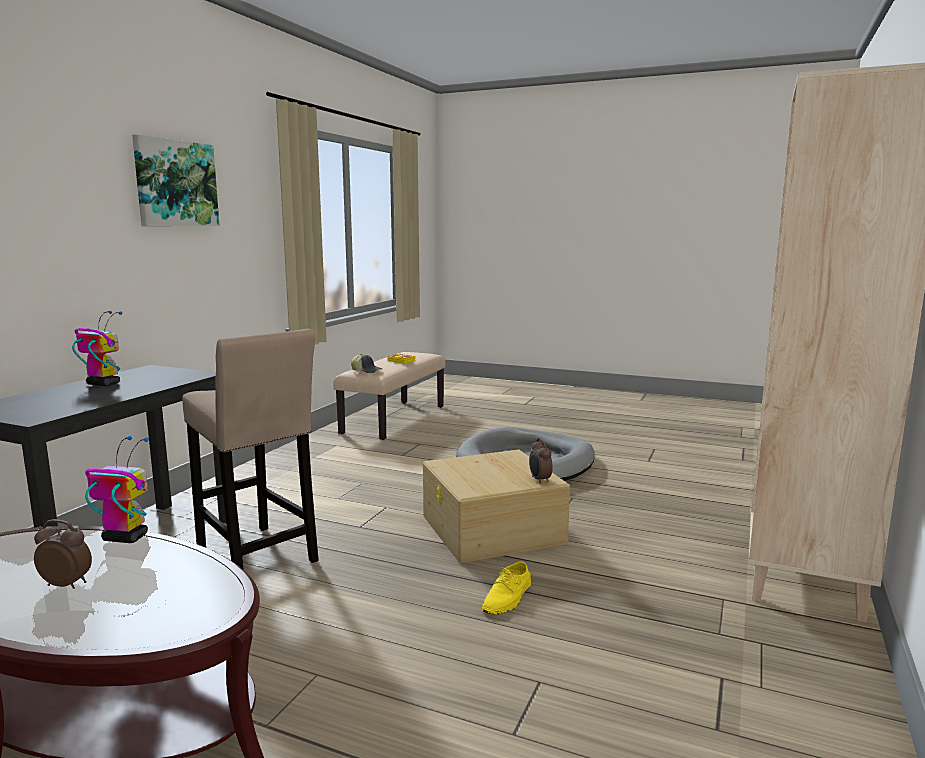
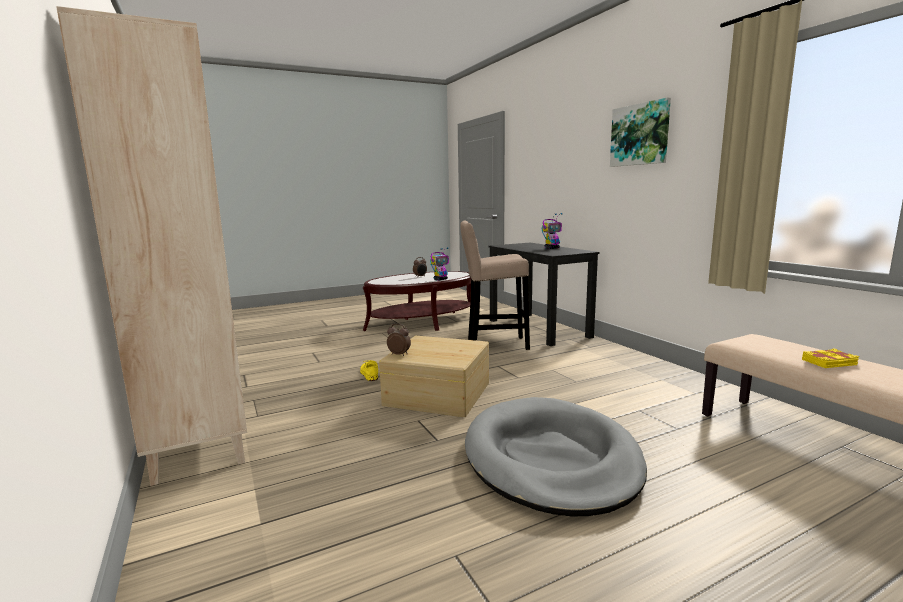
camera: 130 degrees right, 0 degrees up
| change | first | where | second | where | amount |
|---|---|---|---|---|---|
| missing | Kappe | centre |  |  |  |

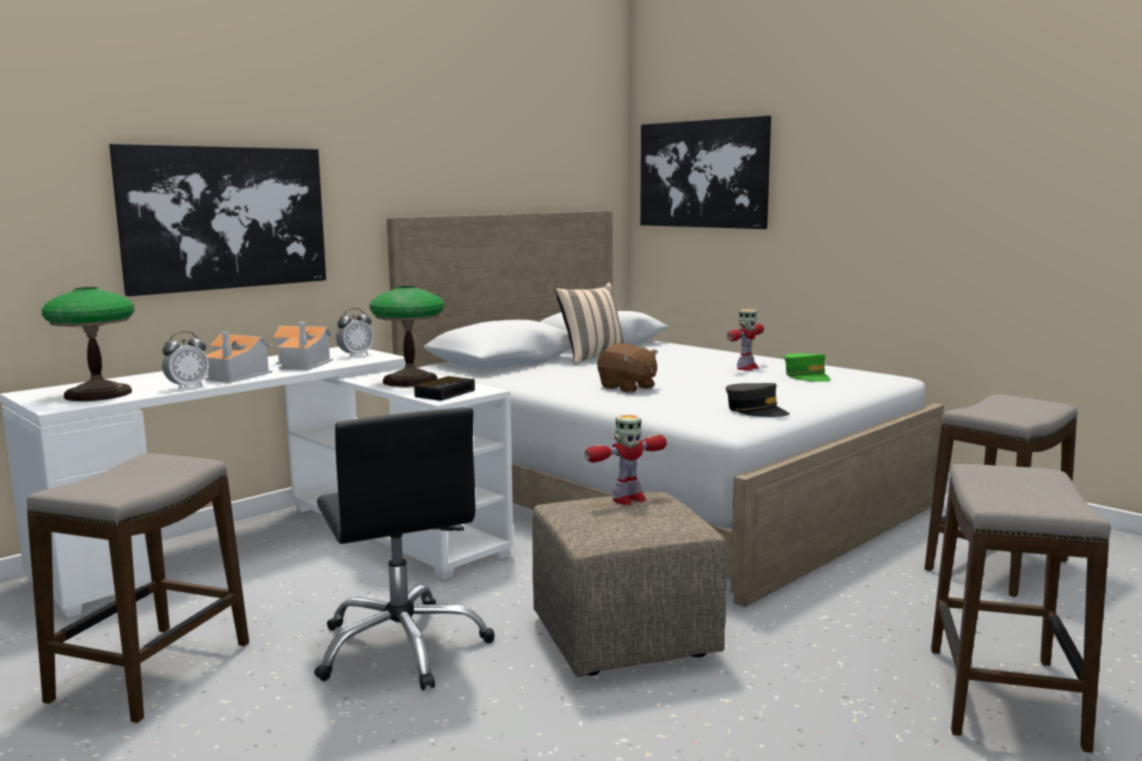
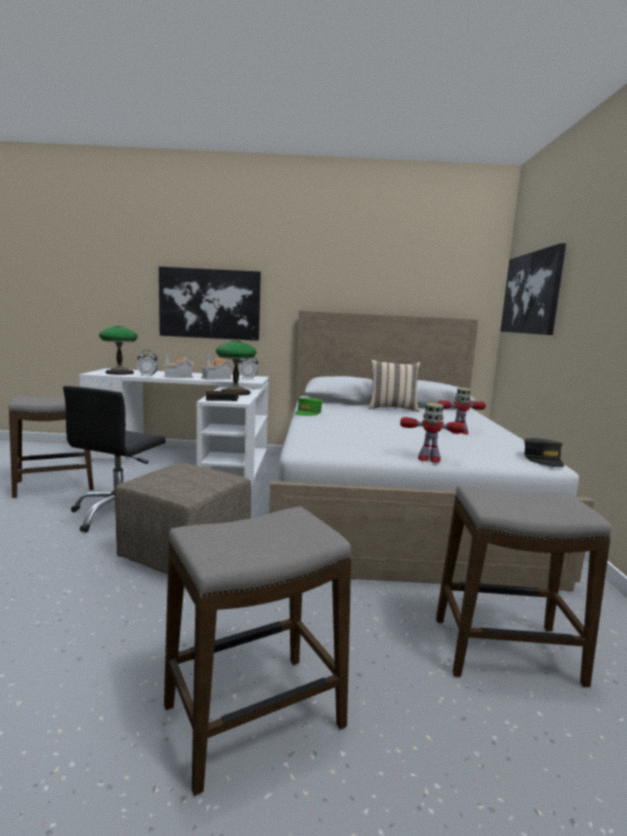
camera: 45 degrees right, 0 degrees up
| change | first | where | second | where | amount |
|---|---|---|---|---|---|
| relocated | Kappe (grün) | middle right |  | centre |  |
| relocated | Spielzeugroboter (no. 1 from left) | centre |  | middle right |  |
| relocated | Kappe (grau) | centre |  | middle right |  |
| missing | Plüschtier (braun) | centre |  |  |  |

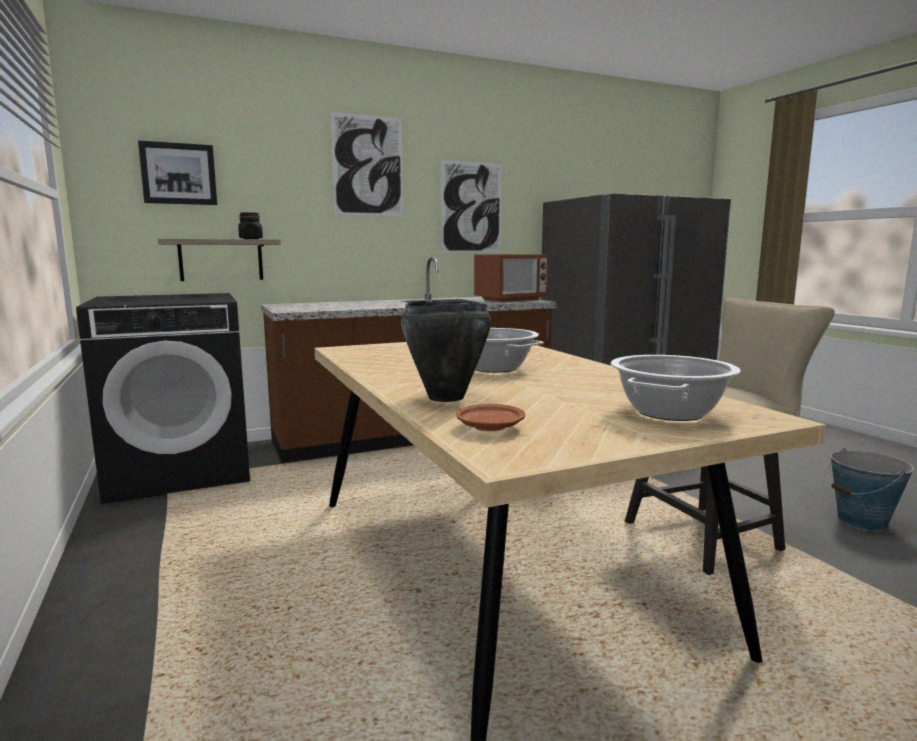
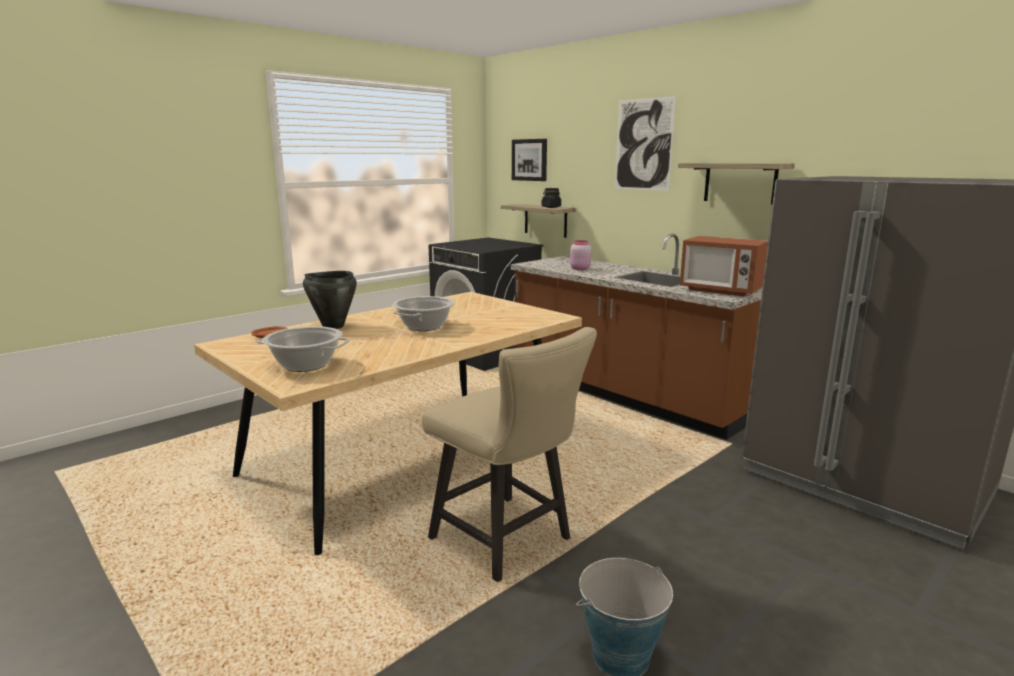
camera: 70 degrees right, 5 degrees up
| change | first | where | second | where | amount |
|---|---|---|---|---|---|
| appeared |  |  | Vorratsglas (rosa) | centre |  |
| exchanged | Bild (no. 3 from left) | top centre | Wandregal (no. 2 from left) | top right |  |

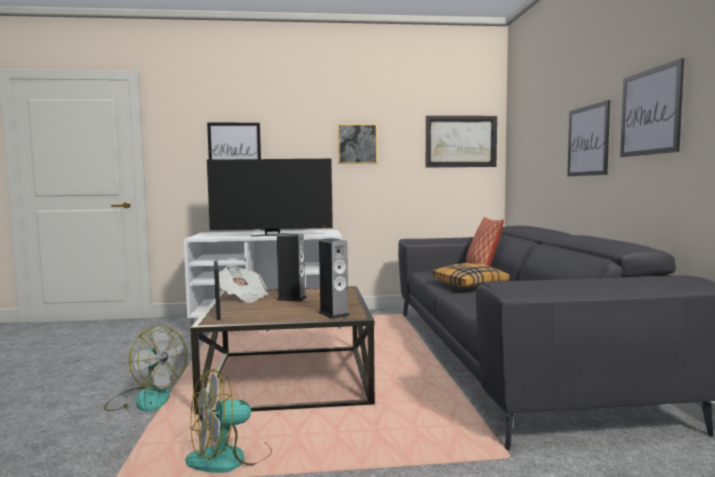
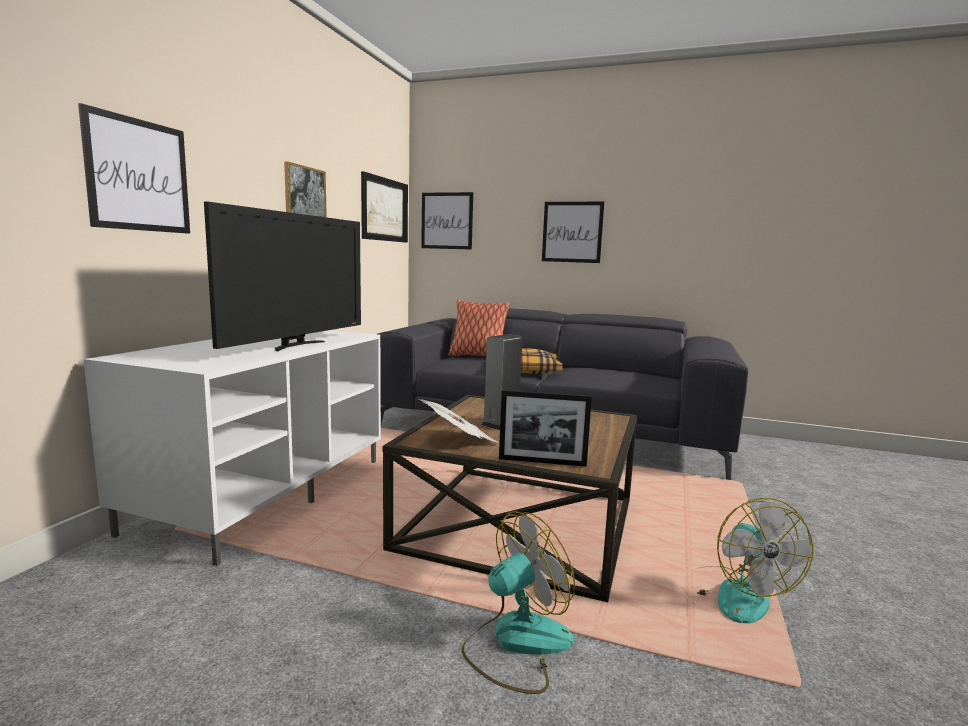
camera: 65 degrees left, 5 degrees up
| change | first | where | second | where | amount |
|---|---|---|---|---|---|
| relocated | Bild (no. 5 from left in the first image) | top right | Bild (no. 4 from left) | top centre |  |
| missing | Lautsprecher (no. 2 from left) | centre |  |  |  |

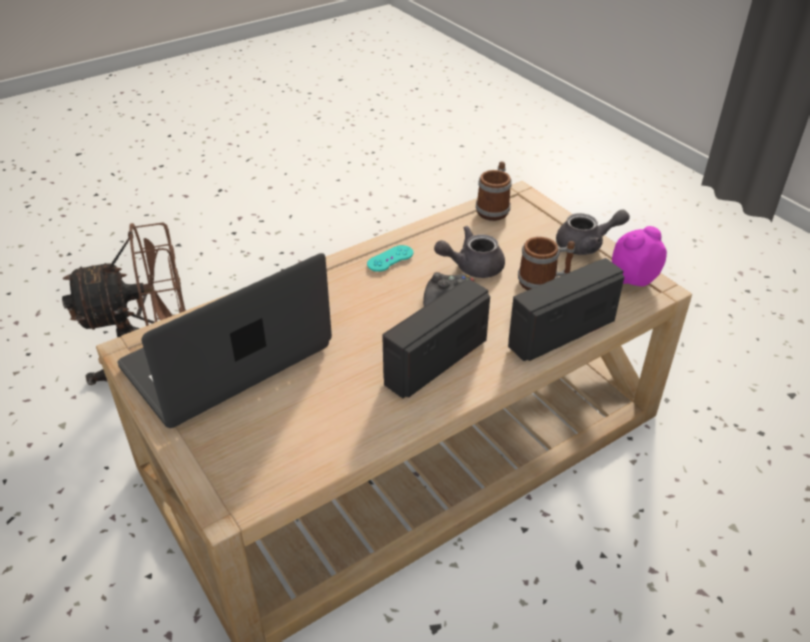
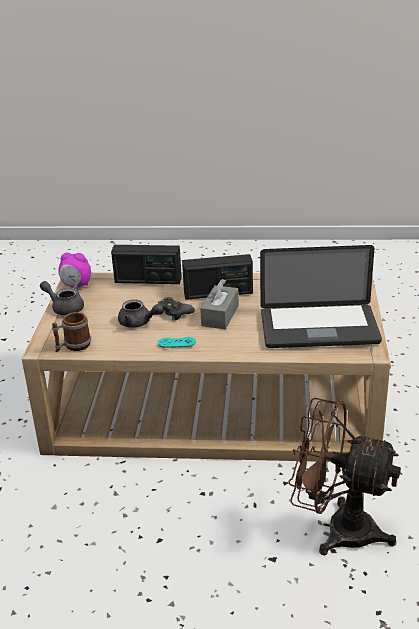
camera: 140 degrees left, 10 degrees down
| change | first | where | second | where | amount |
|---|---|---|---|---|---|
| appeared |  |  | Taschentuchbox (grau) | centre |  |
| missing | Henkelbecher (no. 2 from left) | middle right |  |  |  |

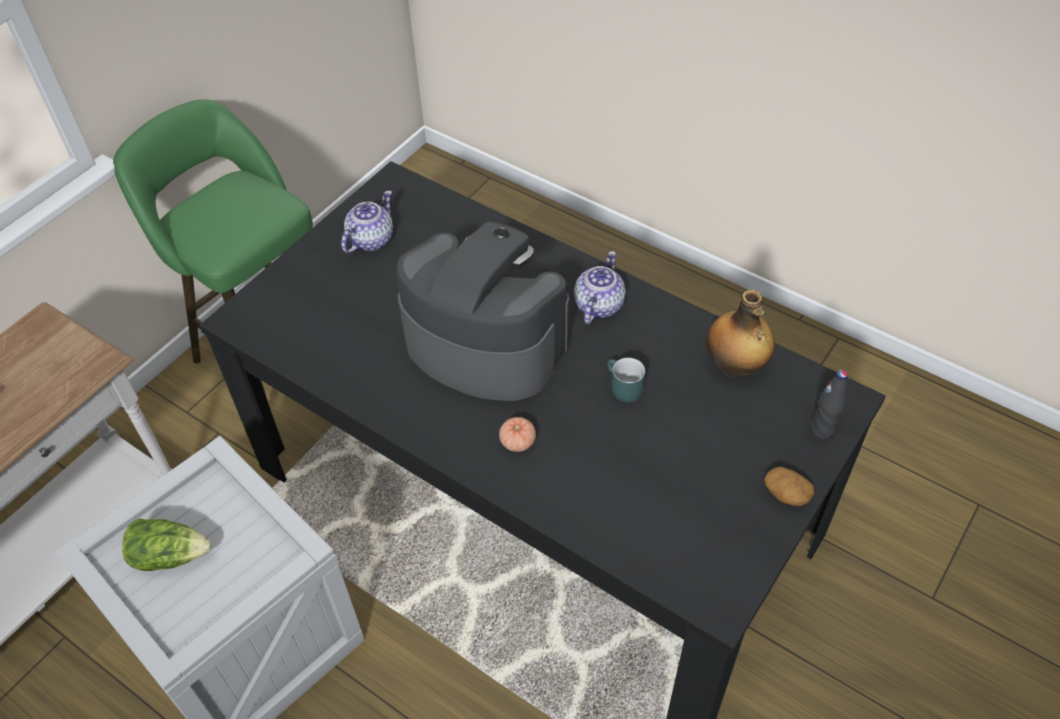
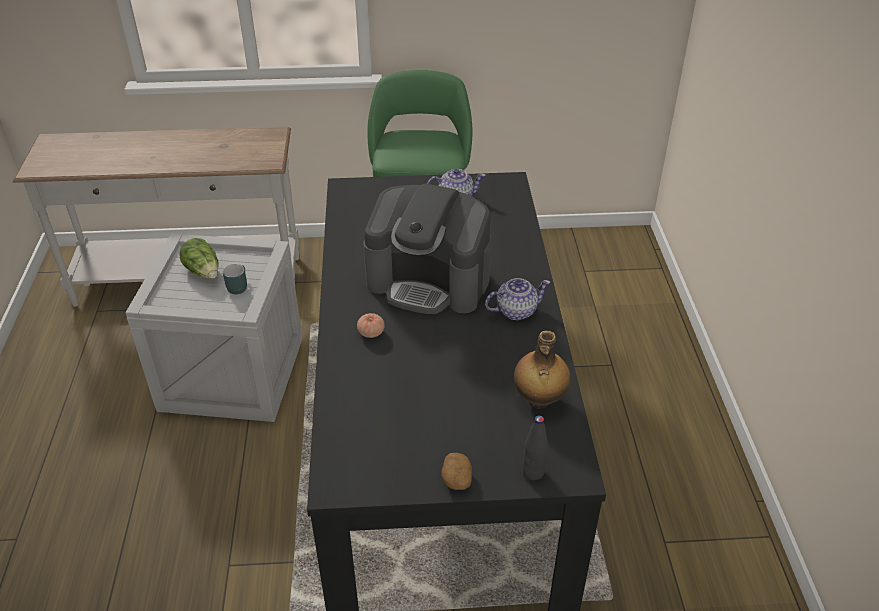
camera: 50 degrees right, 10 degrees down
| change | first | where | second | where | amount |
|---|---|---|---|---|---|
| relocated | Henkelbecher (türkis) | centre |  | middle left |  |
| spun | Kaffeemaschine | centre |  | centre | 120 degrees clockwise |

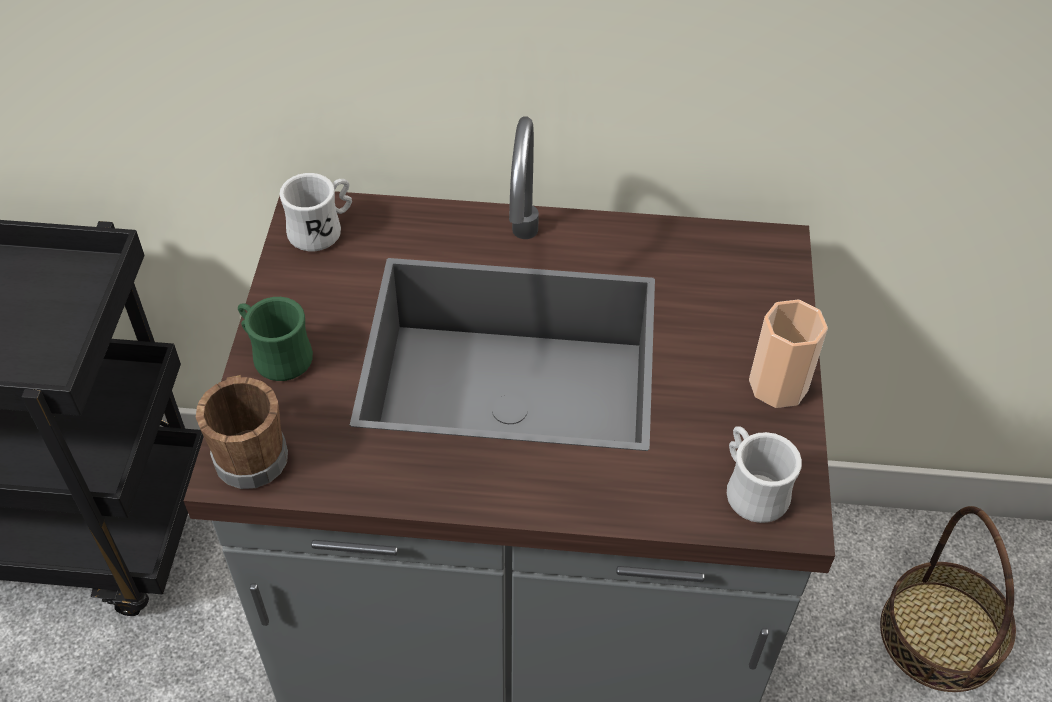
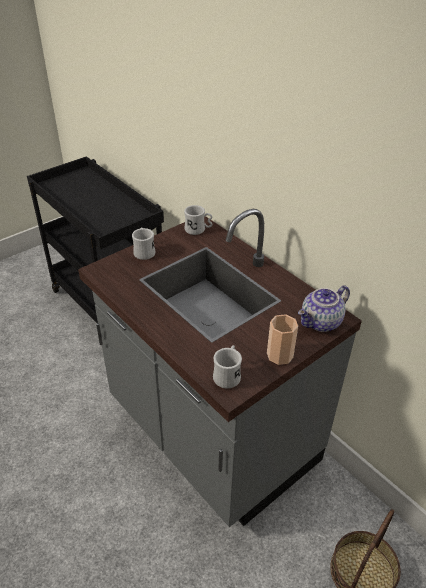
camera: 45 degrees right, 10 degrees down
| change | first | where | second | where | amount |
|---|---|---|---|---|---|
| colour | Henkelbecher (grün) | middle left | Henkelbecher (weiß) (no. 1 from left) | centre |  |
| appeared |  |  | Teekanne | middle right |  |
| missing | Henkelbecher (braun) | middle left |  |  |  |

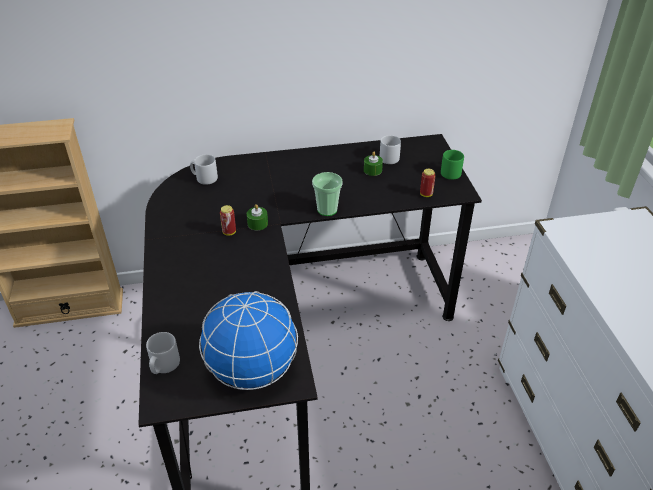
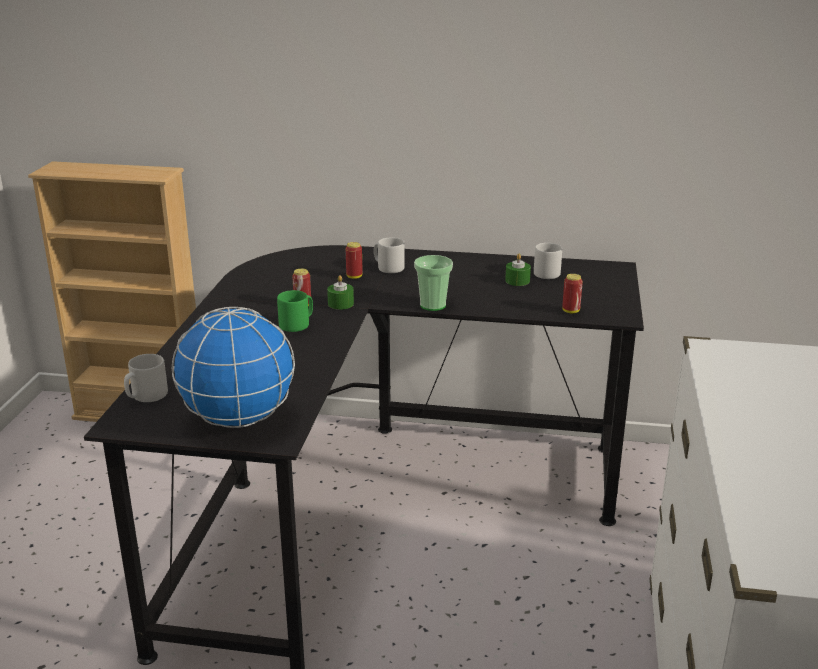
camera: 20 degrees right, 15 degrees down
| change | first | where | second | where | amount |
|---|---|---|---|---|---|
| relocated | Henkelbecher (grün) | middle right |  | centre |  |
| appeared |  |  | Dose (no. 2 from left) | centre |  |
| relocated | Henkelbecher (grau) (no. 2 from left) | middle left |  | centre |  |

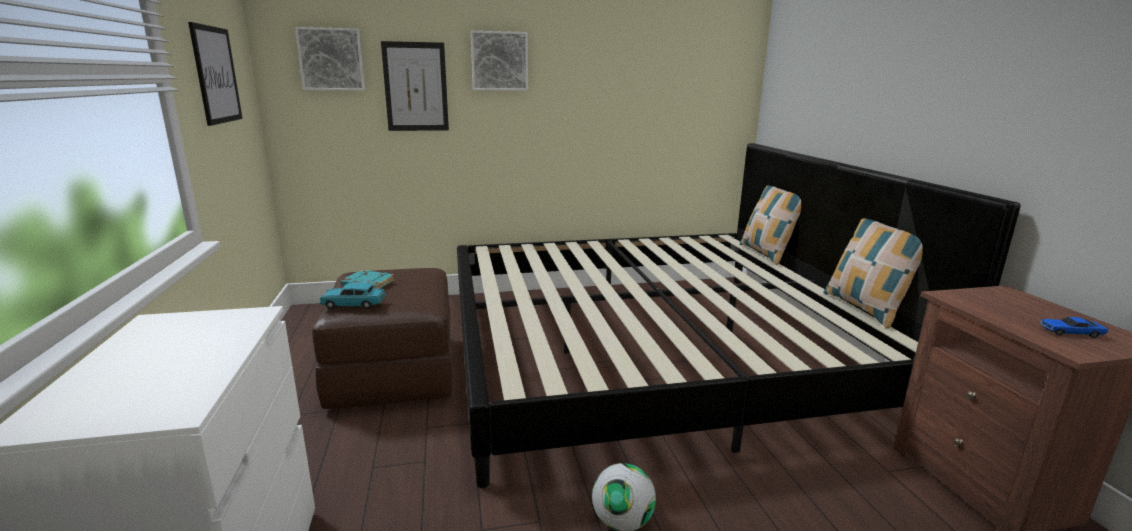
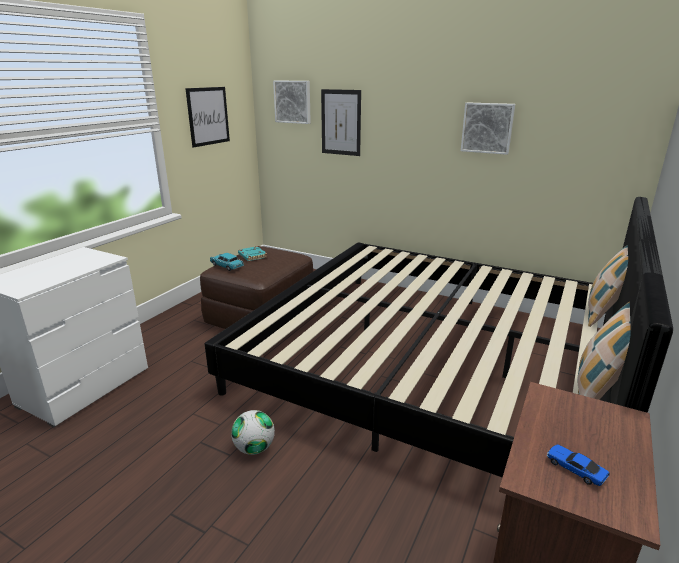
camera: 40 degrees right, 5 degrees up
| change | first | where | second | where | amount |
|---|---|---|---|---|---|
| relocated | Bild (no. 4 from left) | top centre |  | top right |  |

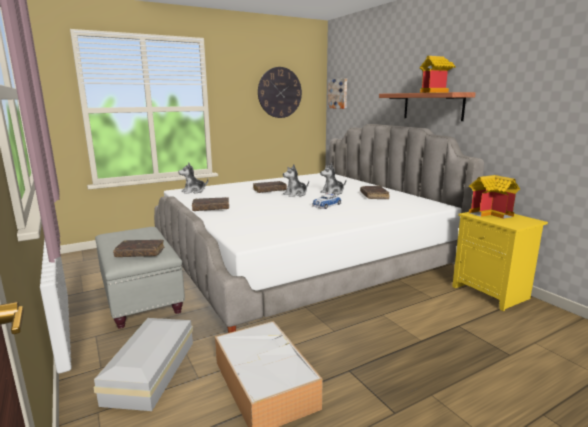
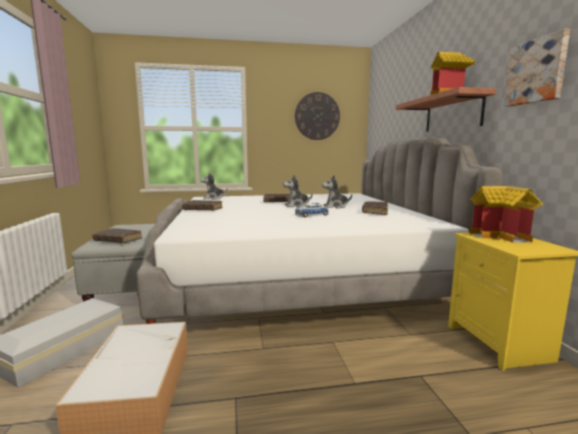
camera: 20 degrees right, 5 degrees down
| change | first | where | second | where | amount |
|---|---|---|---|---|---|
| relocated | Bild | top centre |  | top right |  |

